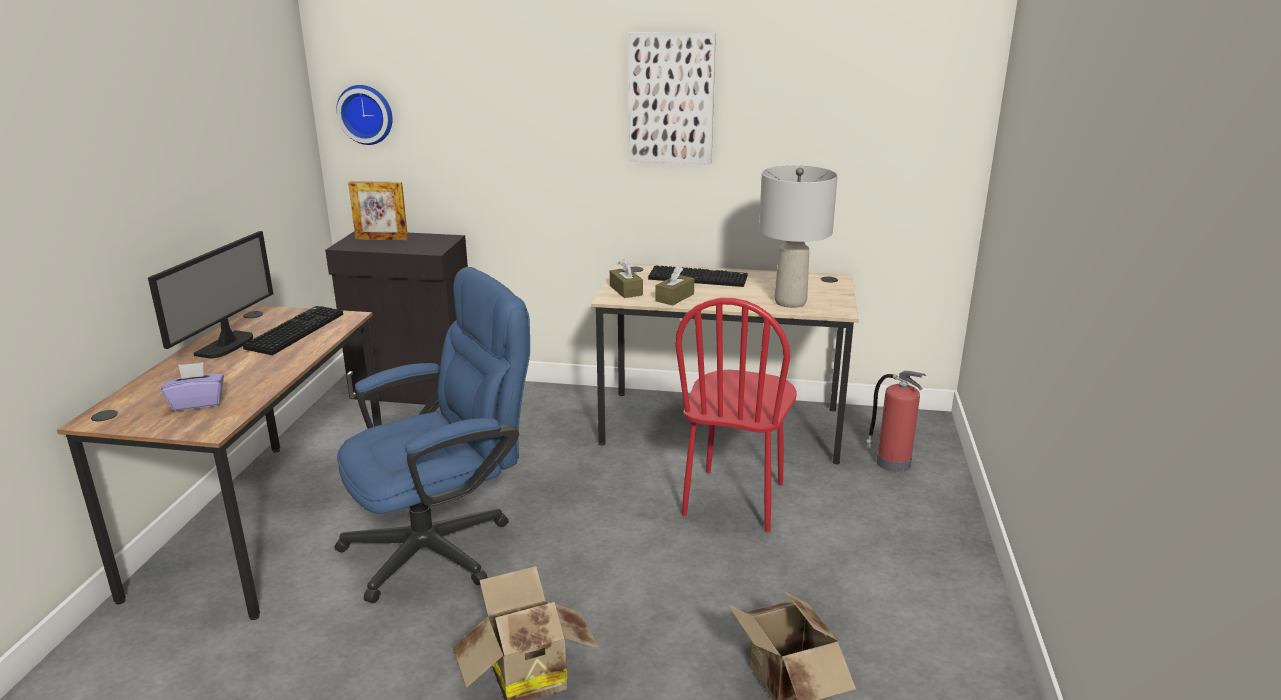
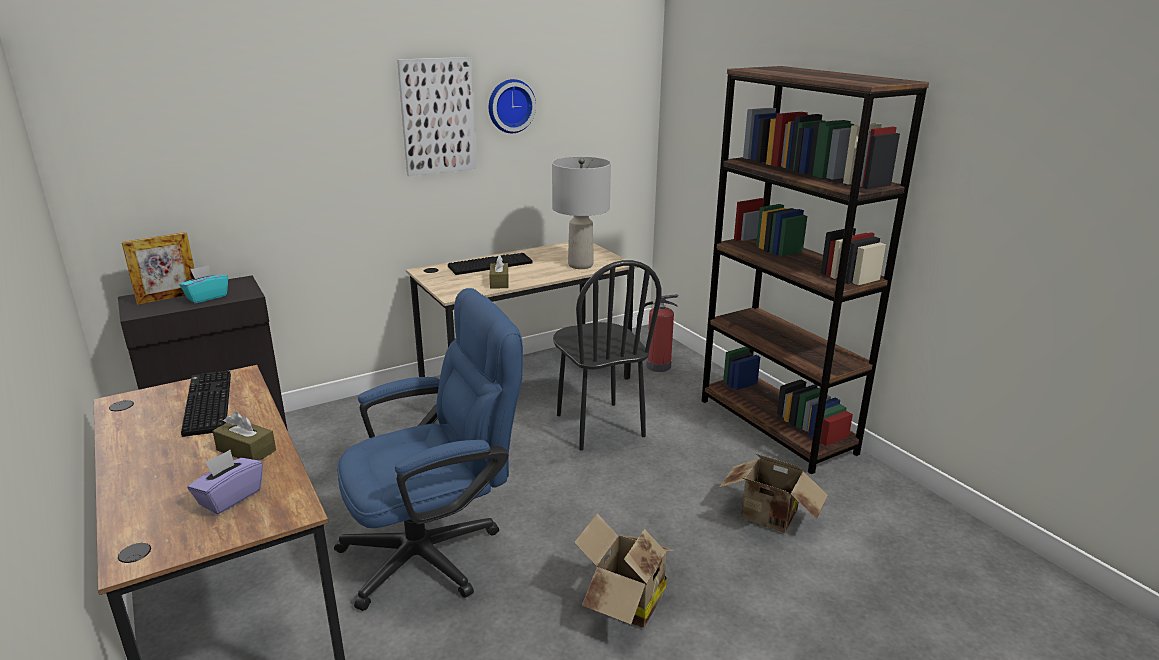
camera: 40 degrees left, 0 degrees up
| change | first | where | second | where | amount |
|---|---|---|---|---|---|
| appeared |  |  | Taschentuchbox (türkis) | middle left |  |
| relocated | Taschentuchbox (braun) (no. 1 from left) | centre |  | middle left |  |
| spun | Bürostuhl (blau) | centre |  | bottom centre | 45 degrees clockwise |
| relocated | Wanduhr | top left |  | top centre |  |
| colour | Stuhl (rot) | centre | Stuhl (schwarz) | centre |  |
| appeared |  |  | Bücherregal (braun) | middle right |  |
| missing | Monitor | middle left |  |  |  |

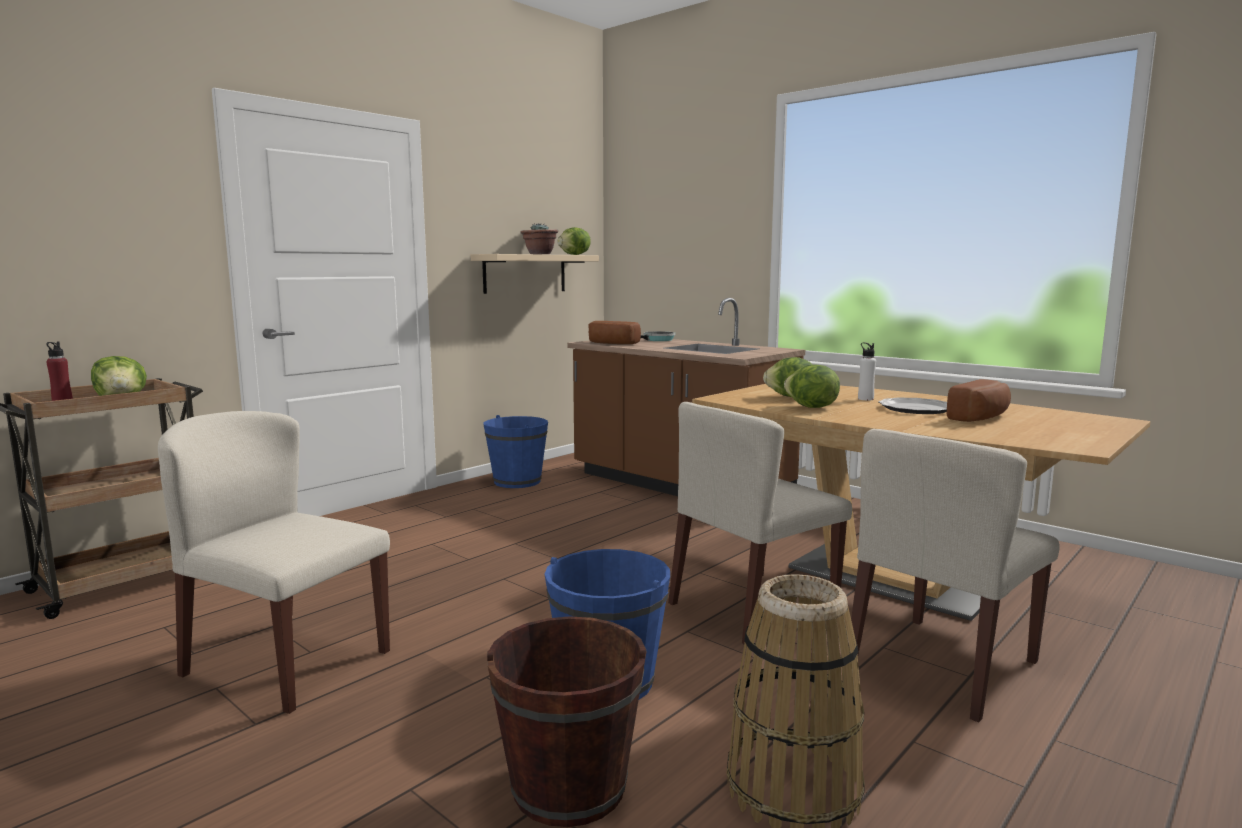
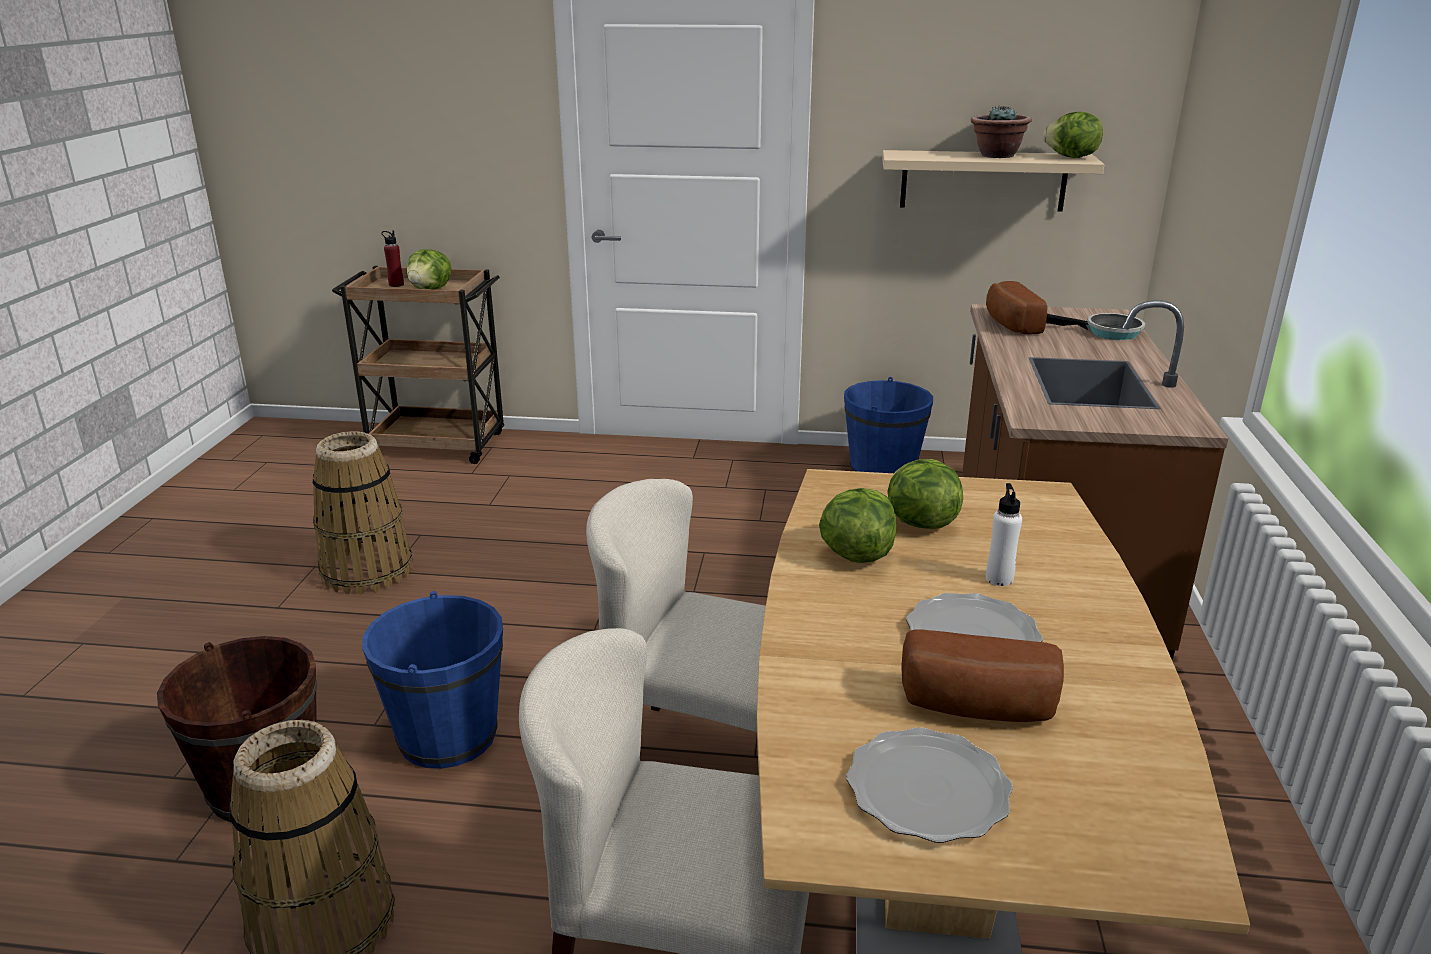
camera: 55 degrees right, 15 degrees up
| change | first | where | second | where | amount |
|---|---|---|---|---|---|
| exchanged | Stuhl (beige) (no. 1 from left) | bottom left | Korb (no. 2 from left) | middle left |  |
| appeared |  |  | Teller (no. 1 from left) | bottom centre |  |

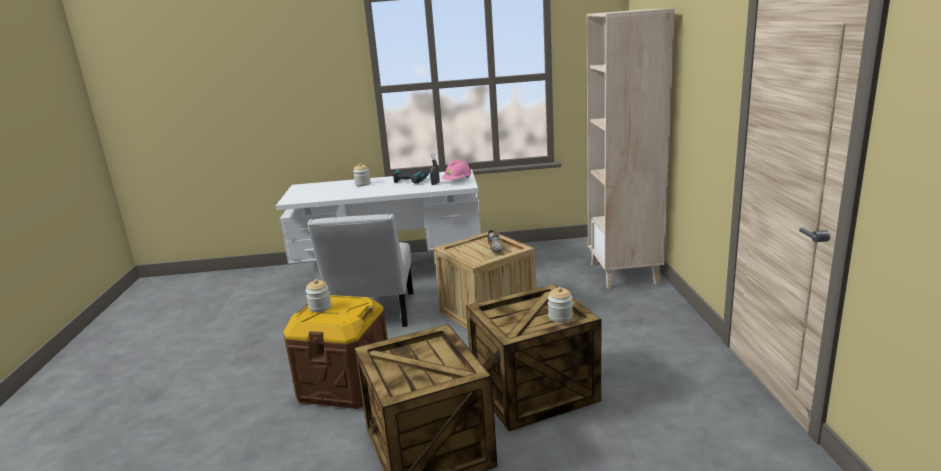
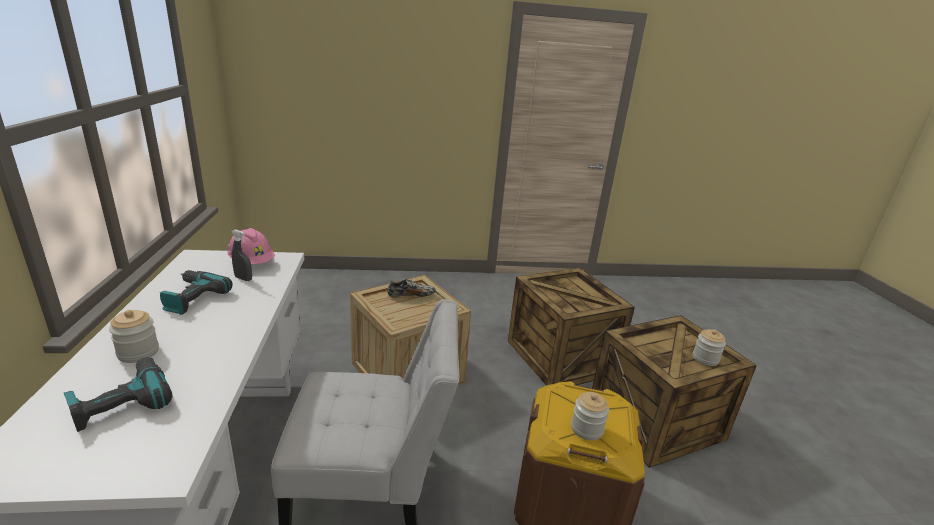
camera: 95 degrees left, 5 degrees up
| change | first | where | second | where | amount |
|---|---|---|---|---|---|
| appeared |  |  | Bohrmaschine (no. 1 from left) | bottom left |  |
| relocated | Vorratsglas (no. 3 from left) | centre |  | middle right |  |
| missing | Bücherregal (beige) | top right |  |  |  |

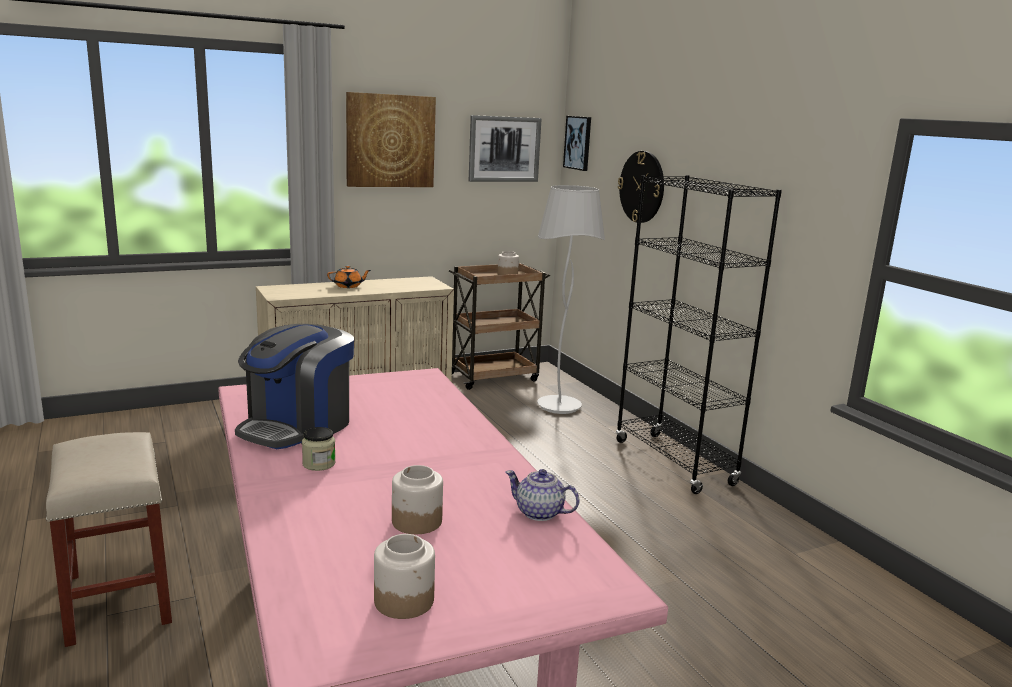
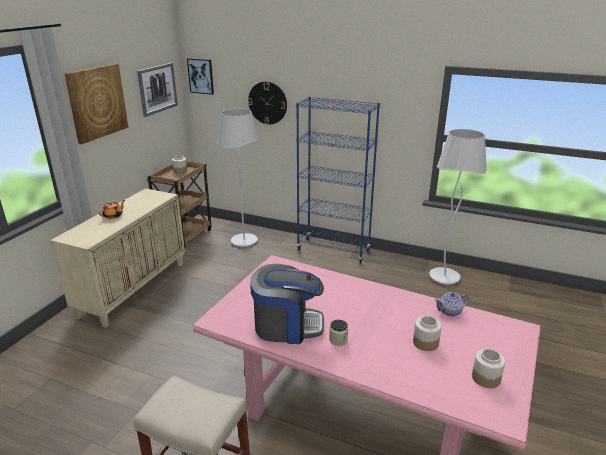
camera: 40 degrees left, 10 degrees up
| change | first | where | second | where | amount |
|---|---|---|---|---|---|
| spun | Kaffeemaschine | middle left |  | bottom centre | 75 degrees counterclockwise |
| colour | Bücherregal (schwarz) | middle right | Bücherregal (blau) | centre |  |
| appeared |  |  | Stehlampe (weiß) (no. 2 from left) | middle right |  |

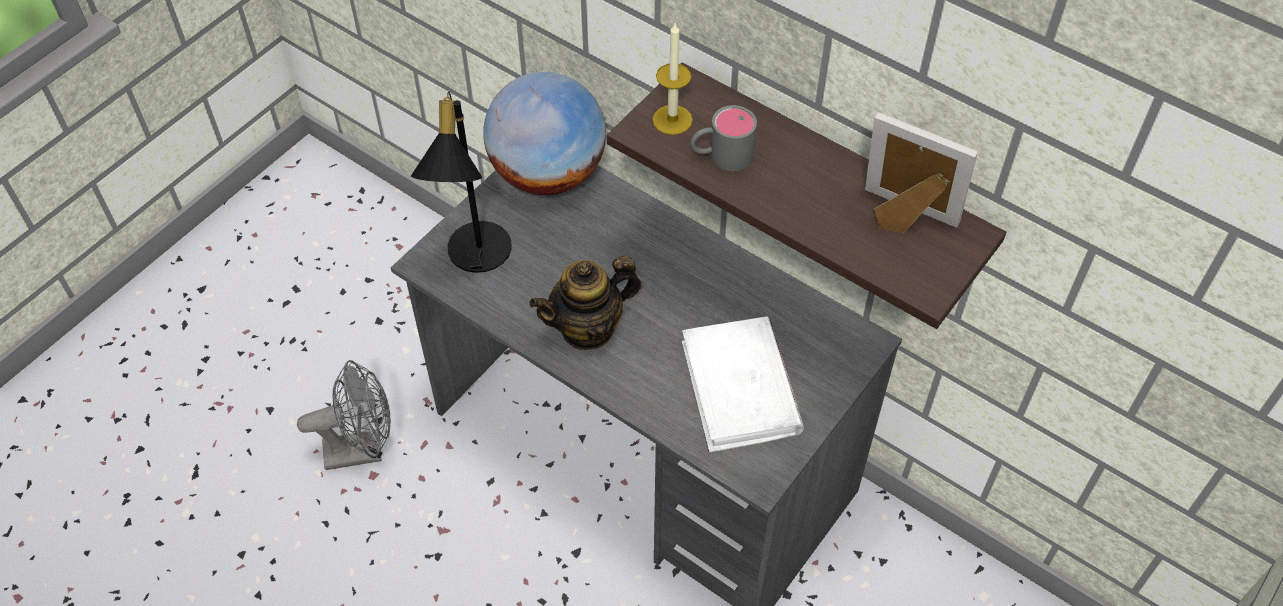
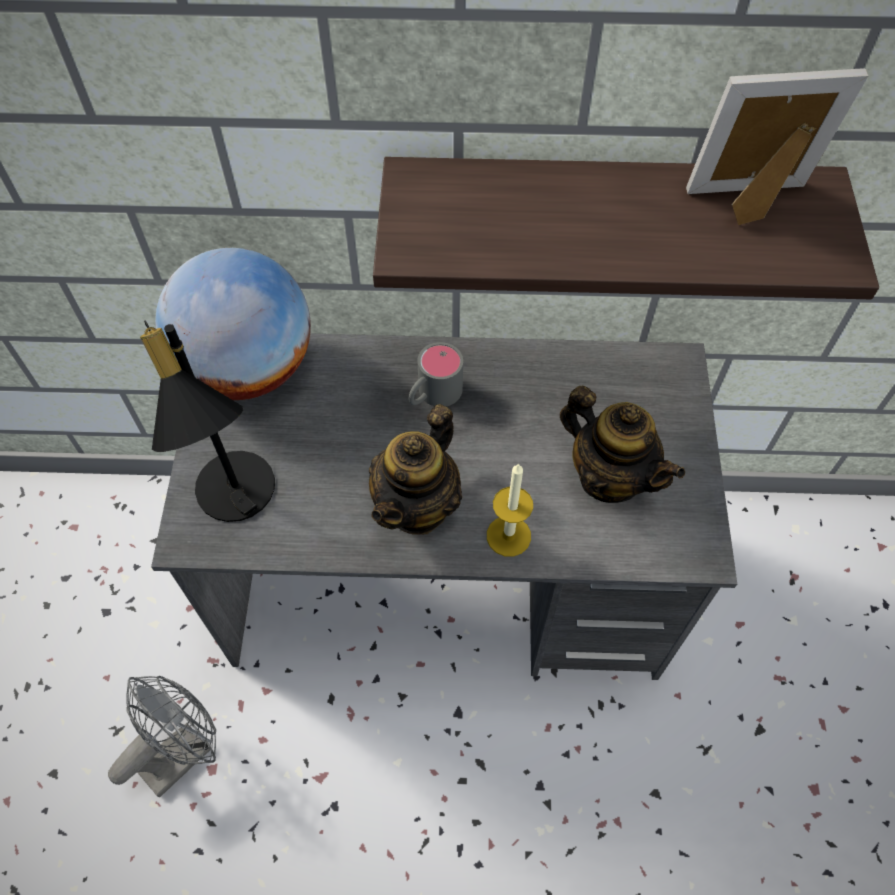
camera: 35 degrees left, 5 degrees up
| change | first | where | second | where | amount |
|---|---|---|---|---|---|
| relocated | Henkelbecher (grau) | top centre |  | centre |  |
| relocated | Kerze | top centre |  | centre |  |
| exchanged | Buch (weiß) | centre | Teekanne (no. 2 from left) | middle right |  |

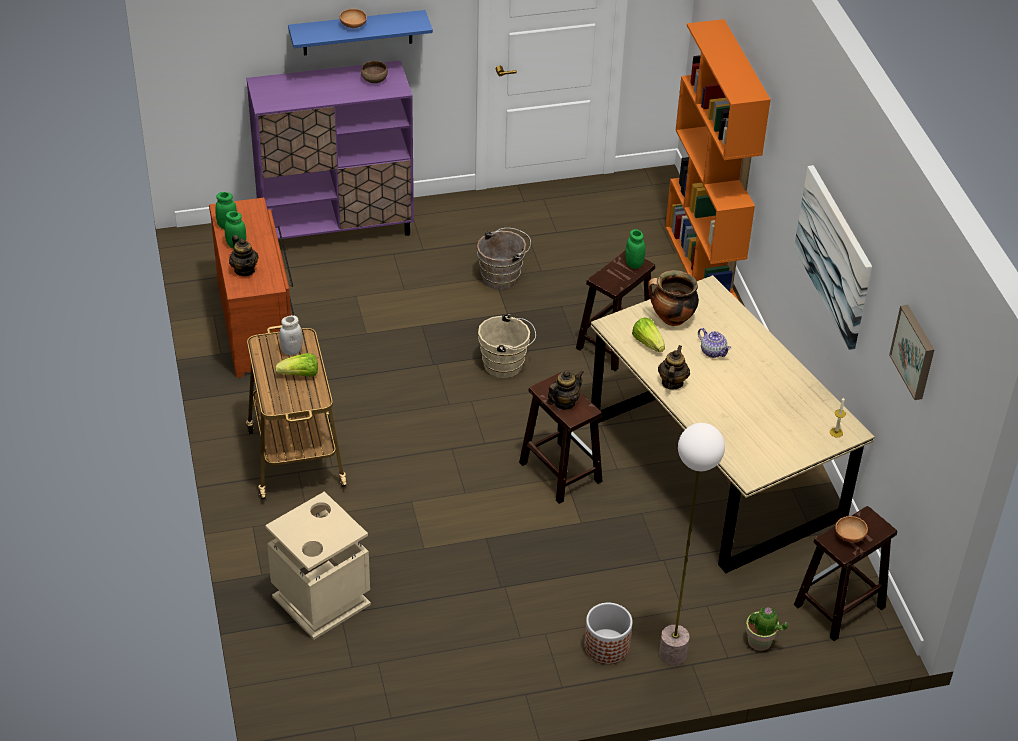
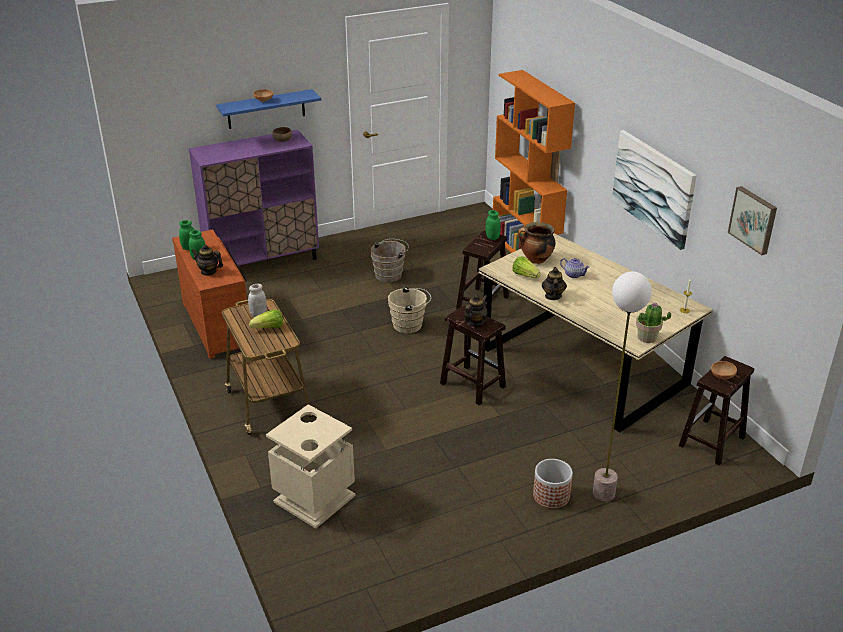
camera: 10 degrees left, 10 degrees down
| change | first | where | second | where | amount |
|---|---|---|---|---|---|
| spun | Teekanne (no. 1 from left) | middle left |  | middle left | 150 degrees clockwise |
| relocated | Topfpflanze | bottom right |  | middle right |  |

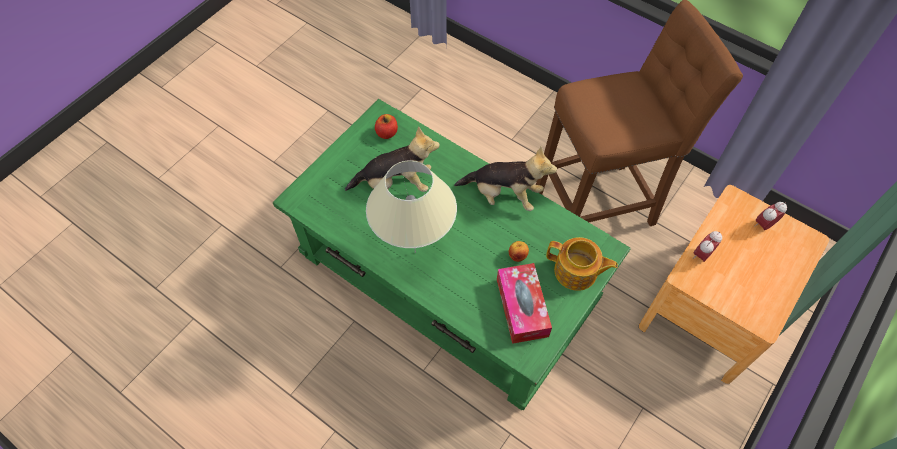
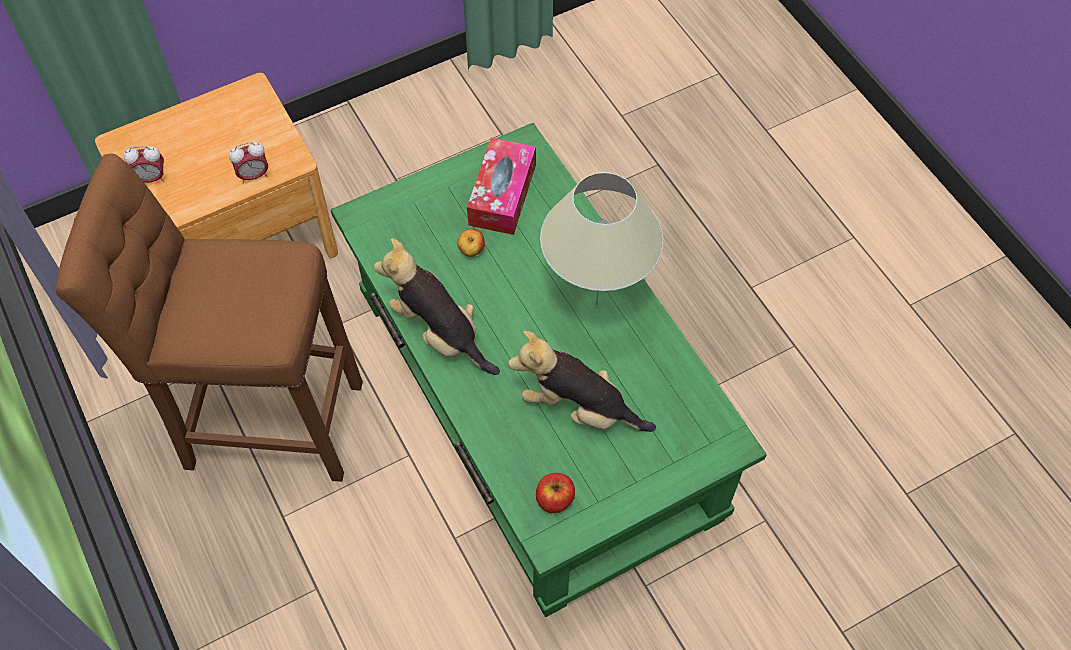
camera: 155 degrees left, 0 degrees up
| change | first | where | second | where | amount |
|---|---|---|---|---|---|
| missing | Teekanne | centre |  |  |  |

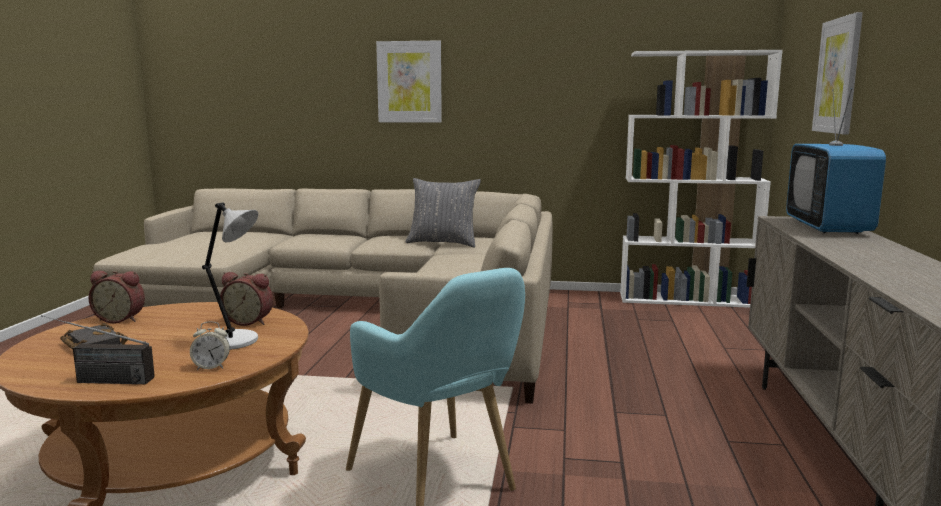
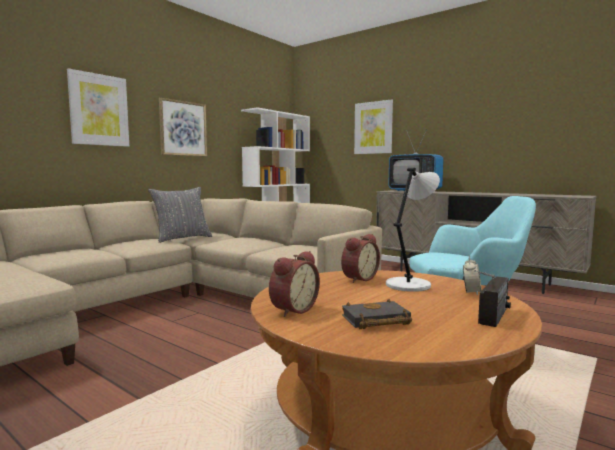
camera: 60 degrees left, 5 degrees down
| change | first | where | second | where | amount |
|---|---|---|---|---|---|
| appeared |  |  | Bild (no. 2 from left) | top left |  |

